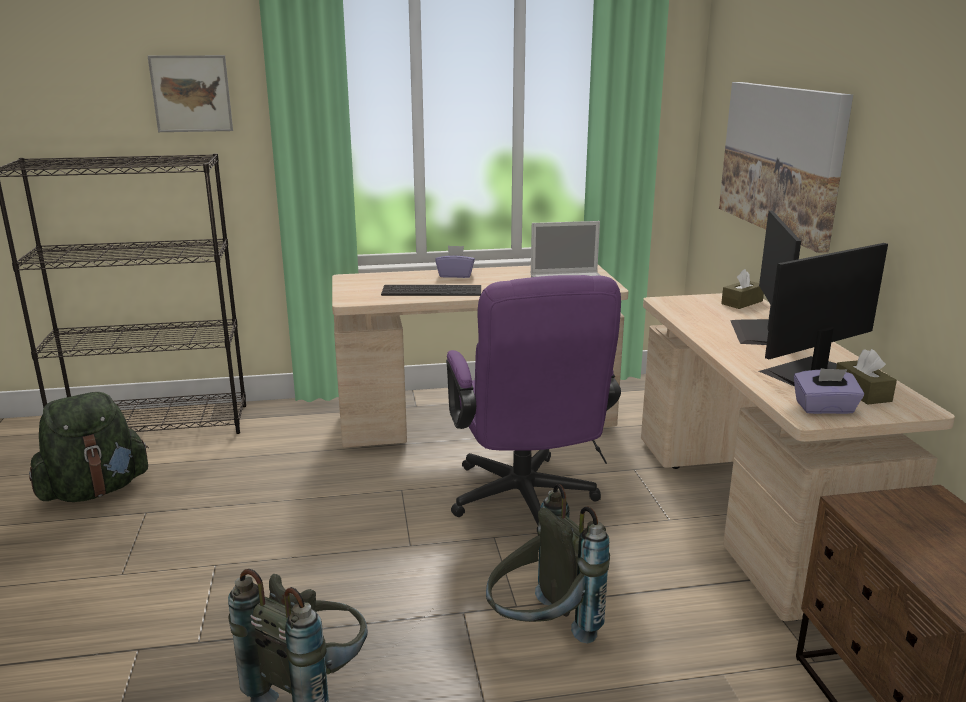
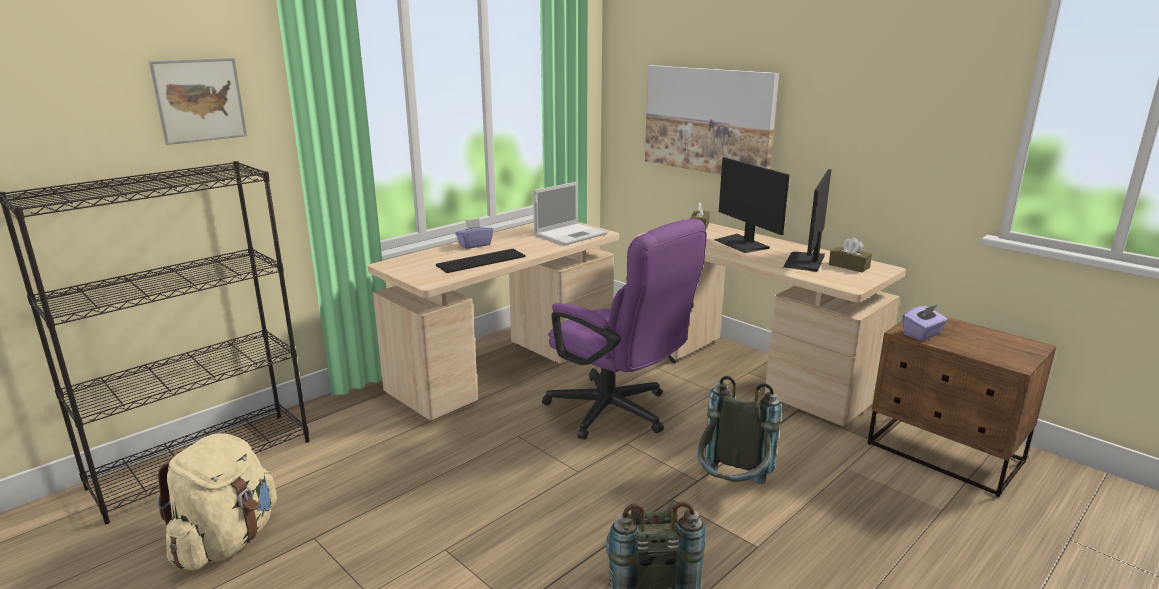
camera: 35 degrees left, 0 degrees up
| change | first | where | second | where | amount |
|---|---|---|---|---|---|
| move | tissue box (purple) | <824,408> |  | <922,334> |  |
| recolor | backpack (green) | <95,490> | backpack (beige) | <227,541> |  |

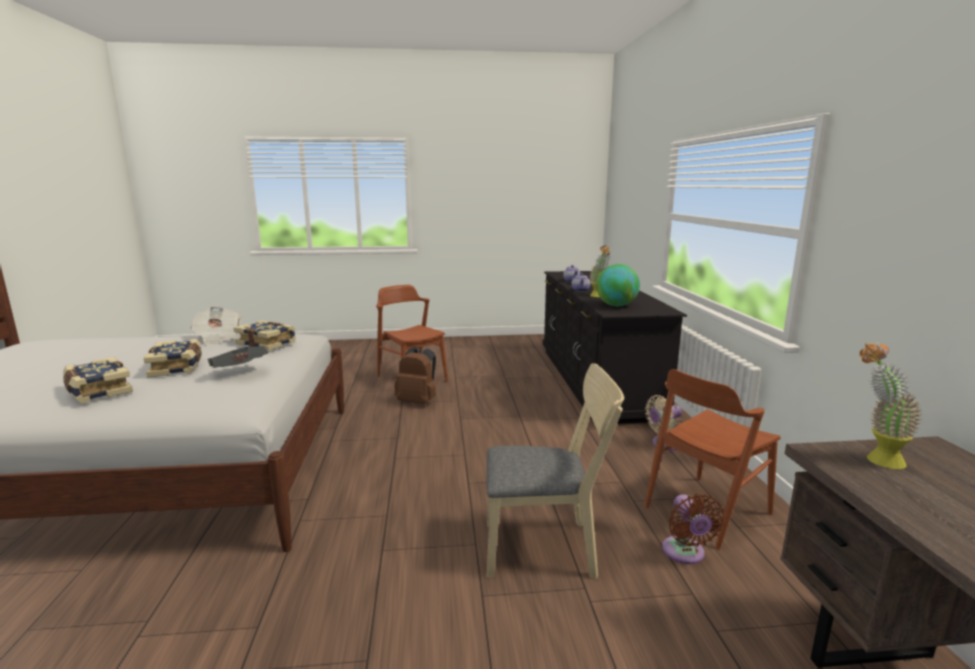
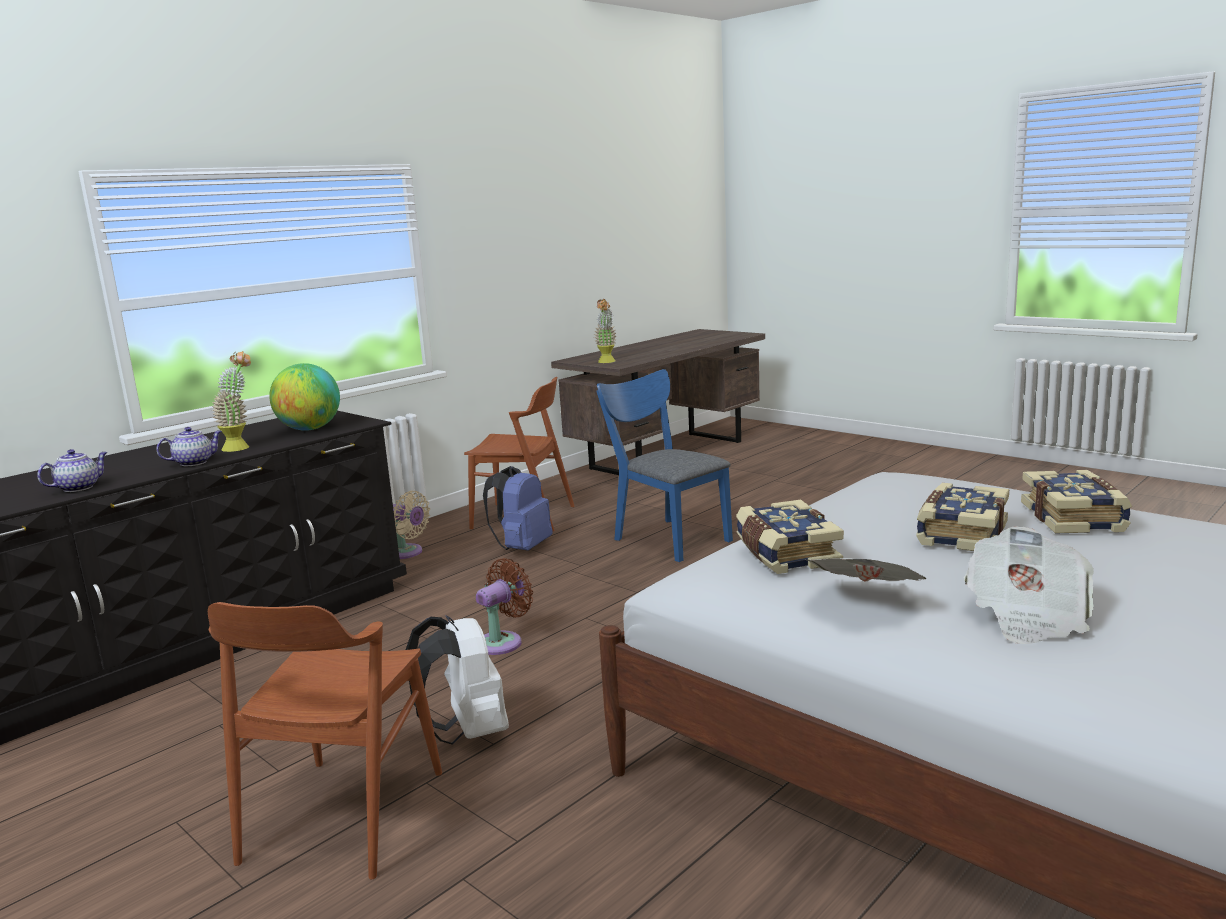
camera: 130 degrees left, 0 degrees up
| change | first | where | second | where | amount |
|---|---|---|---|---|---|
| insert |  |  | backpack (blue) | <522,548> |  |
| move | newspaper | <240,372> |  | <1027,617> |  |
| move | fan (brown) | <685,554> |  | <503,642> |  |
| recolor | backpack (brown) | <418,401> | backpack (white) | <467,732> |  |
| recolor | chair (beige) | <548,548> | chair (blue) | <666,537> |  |

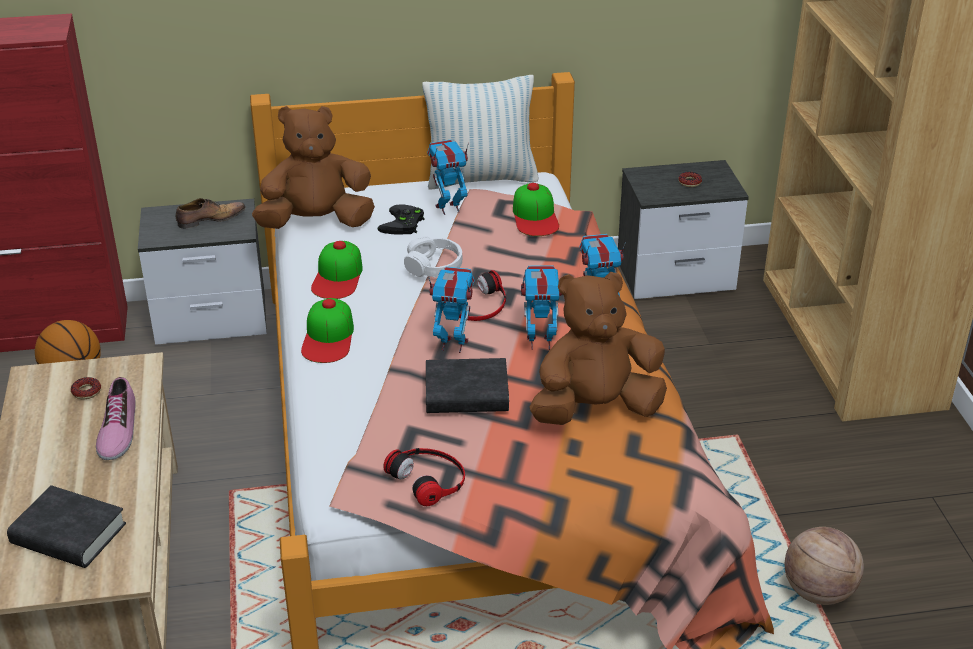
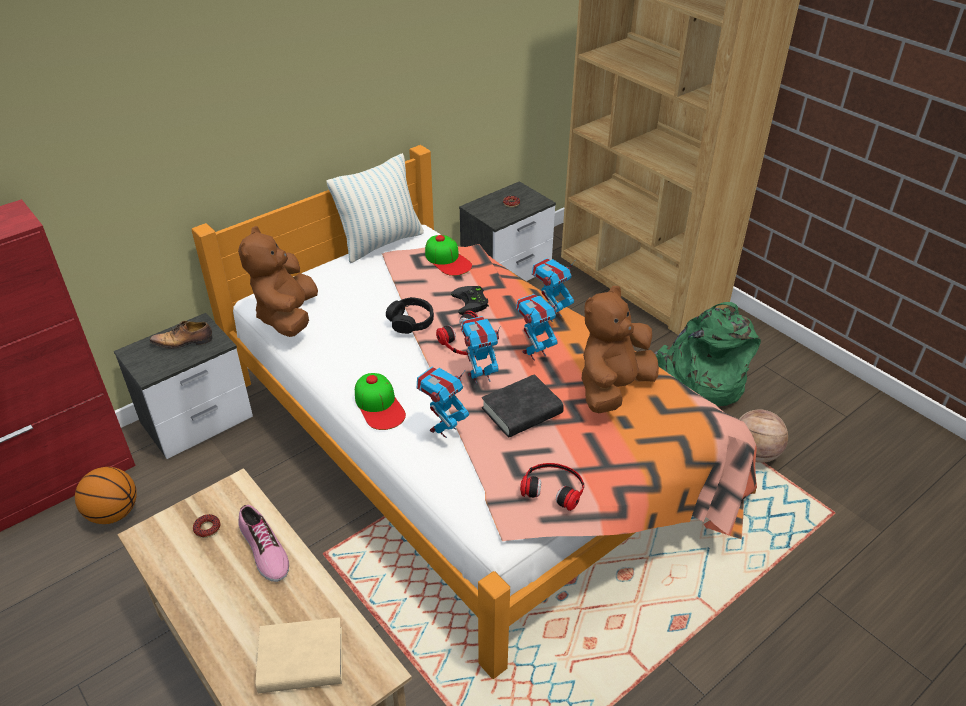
camera: 30 degrees left, 5 degrees up
| change | first | where | second | where | amount |
|---|---|---|---|---|---|
| delete | cap | <338,276> |  |  |  |
| insert |  |  | backpack (green) | <699,380> |  |
| move | game controller (black) | <403,224> |  | <472,303> |  |
| move | toy robot | <448,208> |  | <443,429> |  |
| recolor | book (black) | <68,534> | book (beige) | <301,660> |  |
| recolor | headphones (white) | <434,266> | headphones (black) | <411,321> |  |
| rotate | shoe | <210,220> |  | <184,342> | 135 degrees counterclockwise |
| rotate | plush toy (brown) | <316,223> |  | <287,316> | 45 degrees counterclockwise |

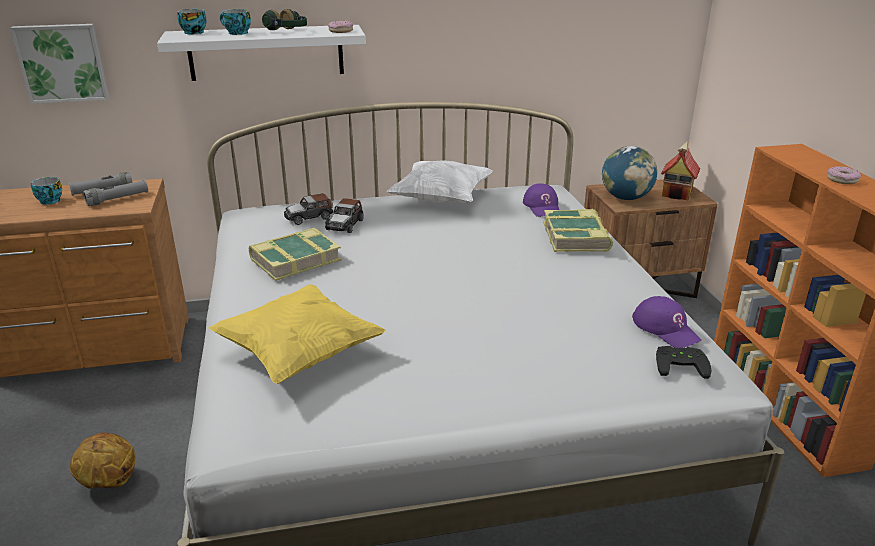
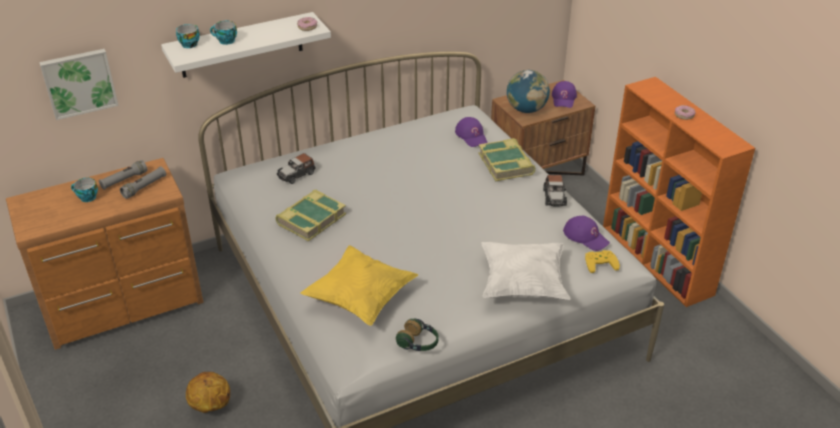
camera: 15 degrees left, 10 degrees up
| change | first | where | second | where | amount |
|---|---|---|---|---|---|
| move | headphones | <288,31> |  | <418,343> |  |
| move | toy car | <345,225> |  | <554,197> |  |
| move | pillow (white) | <441,199> |  | <522,284> |  |
| replace | toy house | <677,193> | cap (purple) | <564,98> |  |
| recolor | game controller (black) | <680,364> | game controller (yellow) | <600,262> |  |

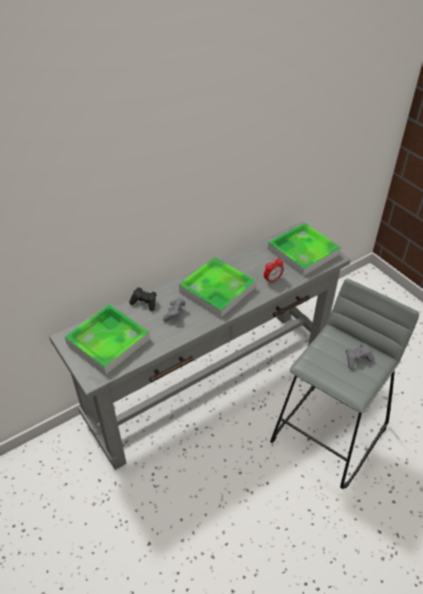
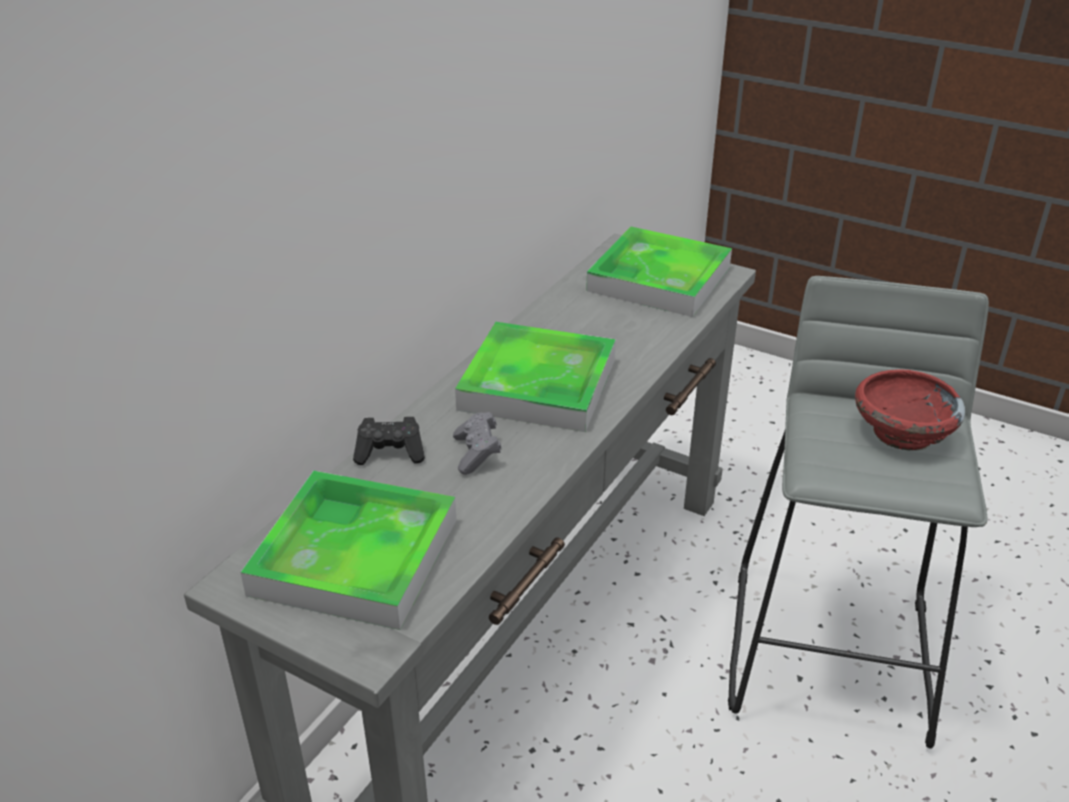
camera: 25 degrees left, 10 degrees down
| change | first | where | second | where | amount |
|---|---|---|---|---|---|
| delete | alarm clock | <272,280> |  |  |  |
| replace | game controller (grey) | <357,359> | bowl (red) | <901,433> |  |

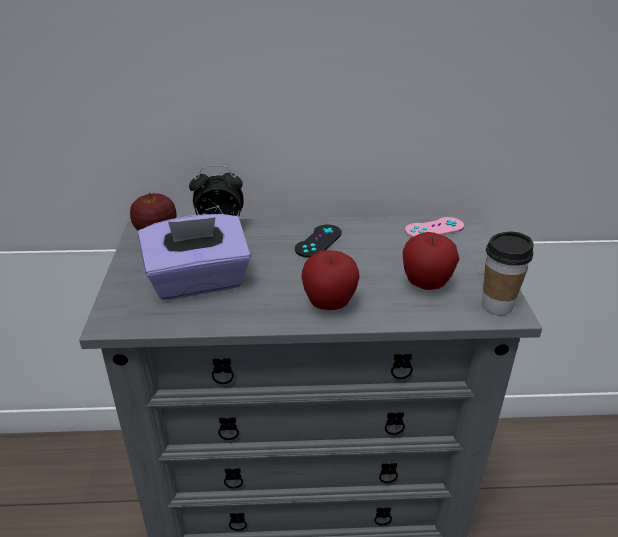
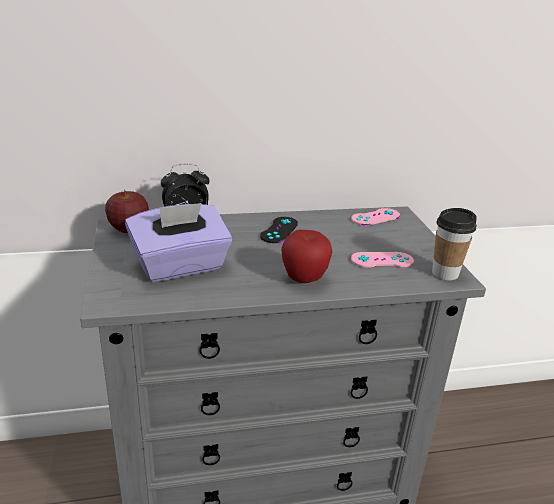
camera: 10 degrees left, 5 degrees down
| change | first | where | second | where | amount |
|---|---|---|---|---|---|
| replace | apple | <426,285> | game controller (pink) | <382,260> |  |

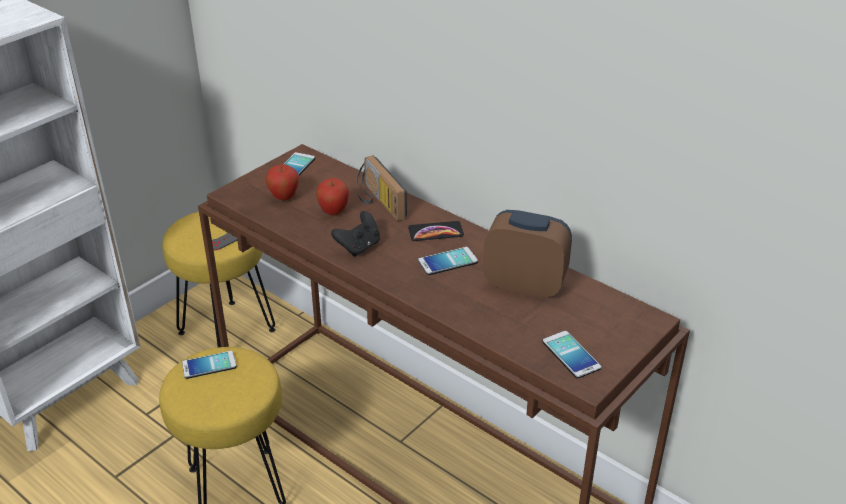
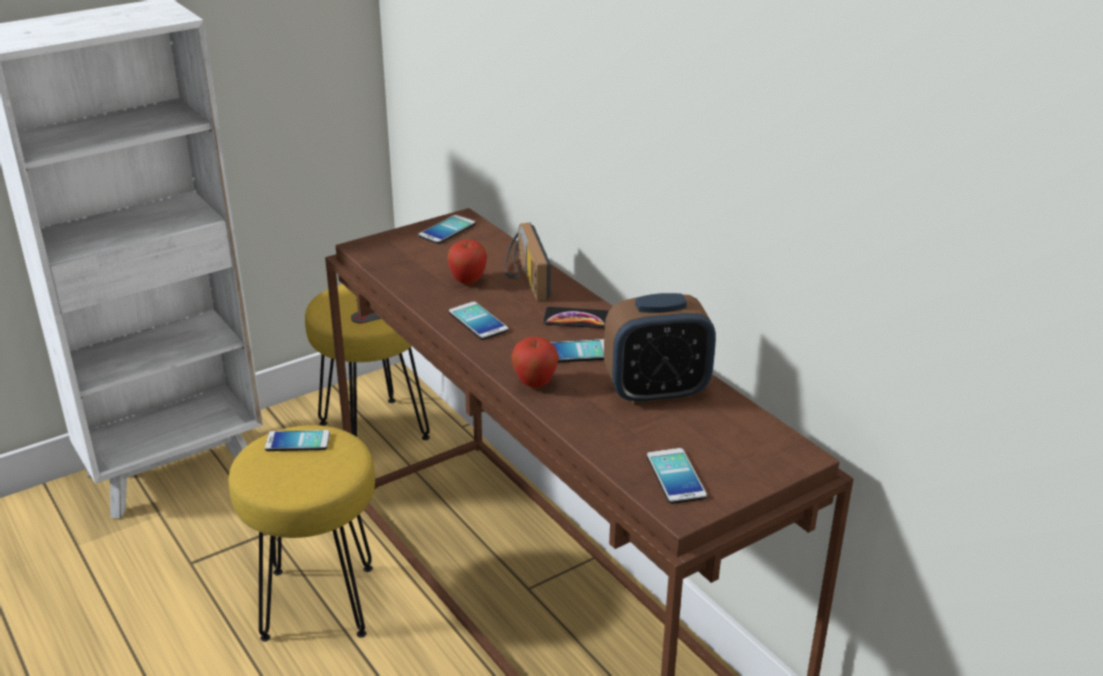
camera: 15 degrees right, 5 degrees down
| change | first | where | second | where | amount |
|---|---|---|---|---|---|
| move | apple | <284,198> |  | <535,384> |  |
| replace | game controller (black) | <359,247> | phone | <478,321> |  |
| rotate | alarm clock | <524,285> |  | <656,392> | 135 degrees clockwise |

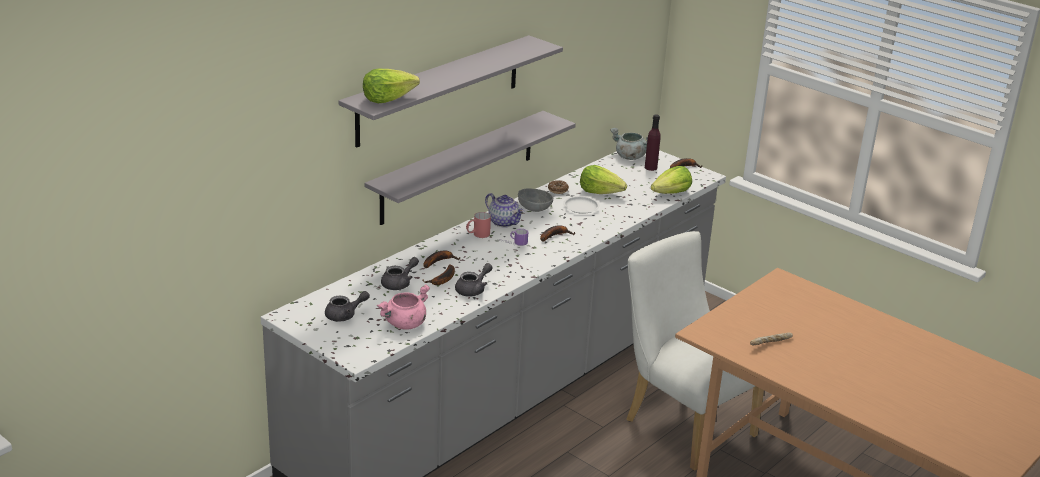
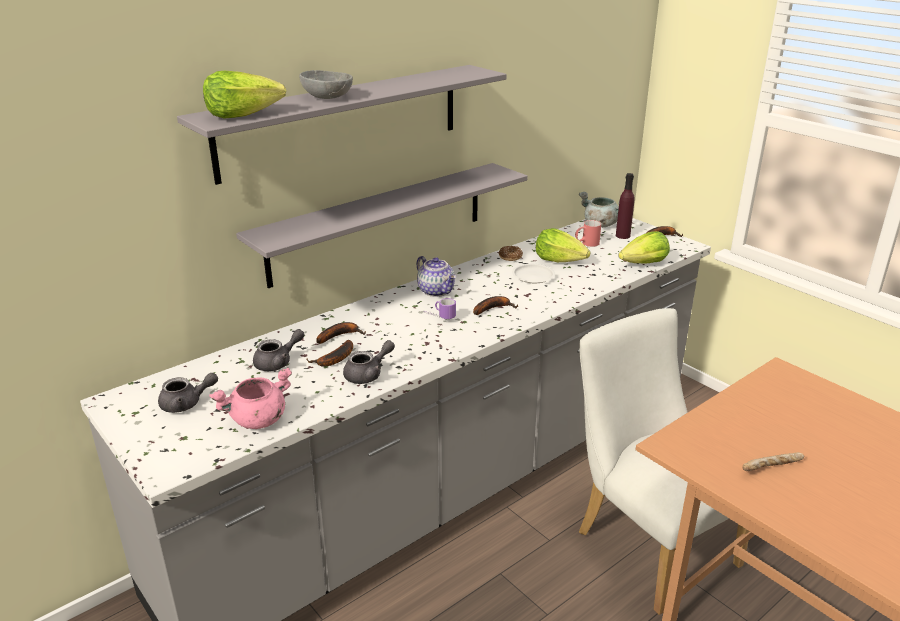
camera: 10 degrees right, 0 degrees up
| change | first | where | second | where | amount |
|---|---|---|---|---|---|
| move | mug (red) | <477,235> |  | <586,244> |  |
| move | bowl (grey) | <534,208> |  | <328,97> |  |

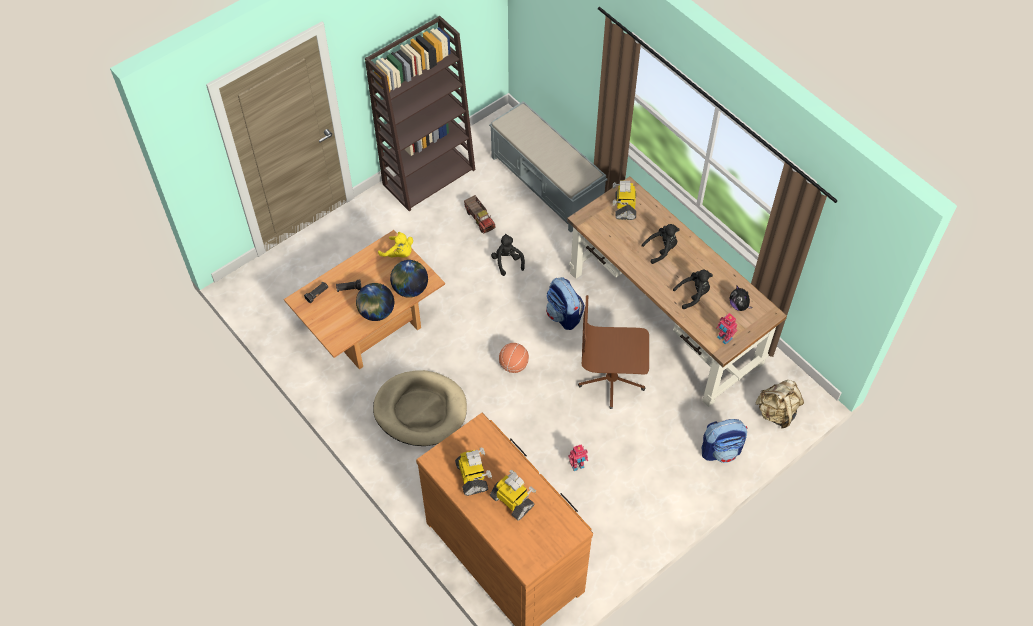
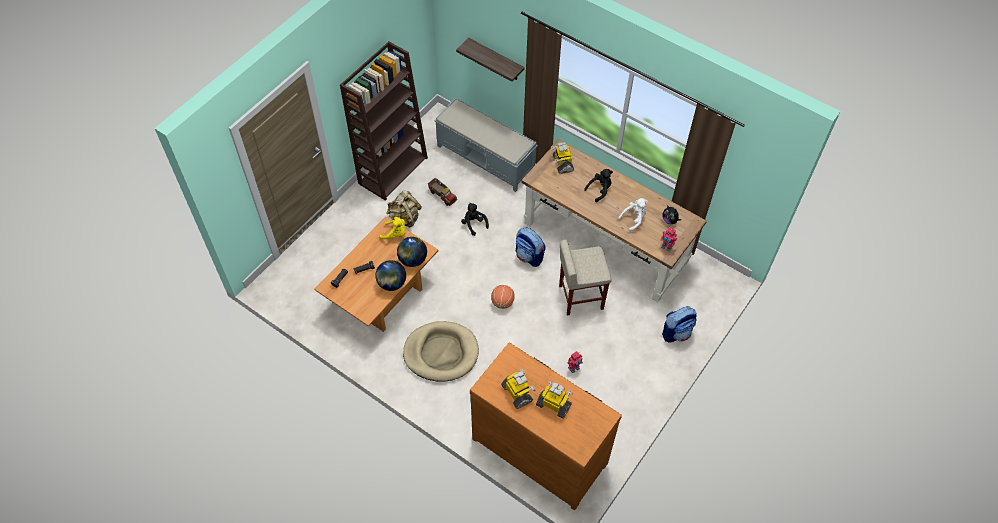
camera: 15 degrees left, 0 degrees up
| change | first | where | second | where | amount |
|---|---|---|---|---|---|
| insert |  |  | shelf | <496,60> |  |
| move | backpack (beige) | <776,412> |  | <404,218> |  |
| replace | office chair (brown) | <612,379> | stool (beige) | <580,297> |  |
| recolor | plush toy (black) | <693,294> | plush toy (white) | <634,219> |  |

